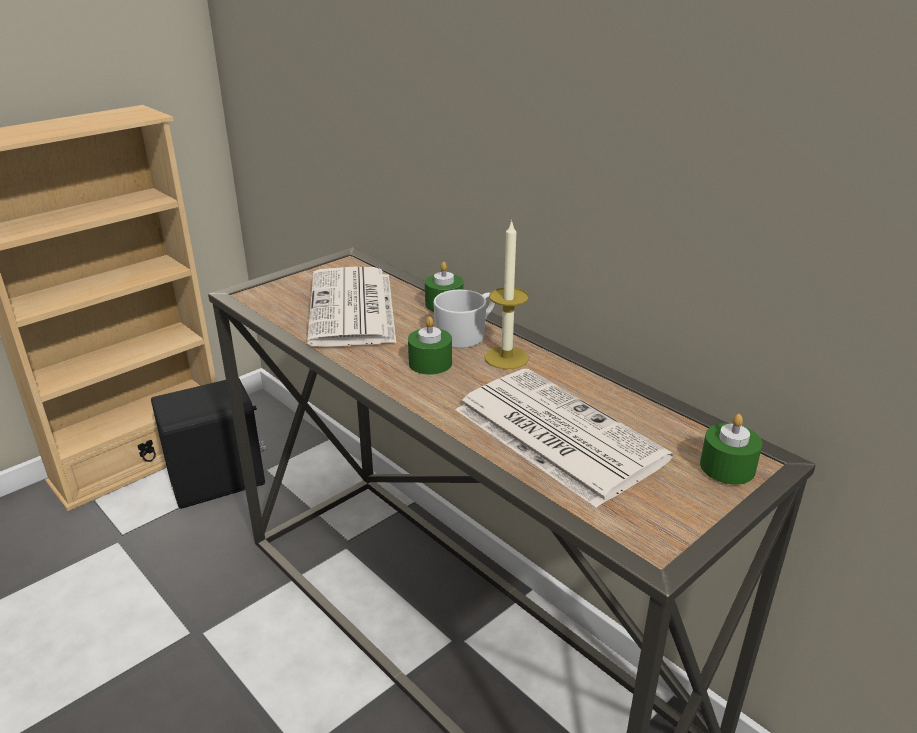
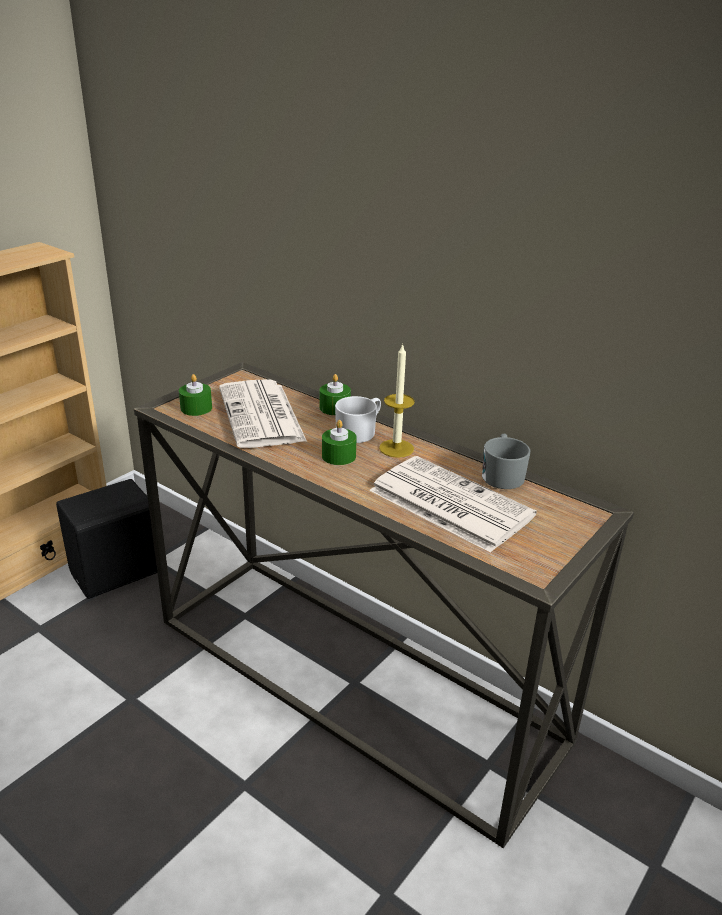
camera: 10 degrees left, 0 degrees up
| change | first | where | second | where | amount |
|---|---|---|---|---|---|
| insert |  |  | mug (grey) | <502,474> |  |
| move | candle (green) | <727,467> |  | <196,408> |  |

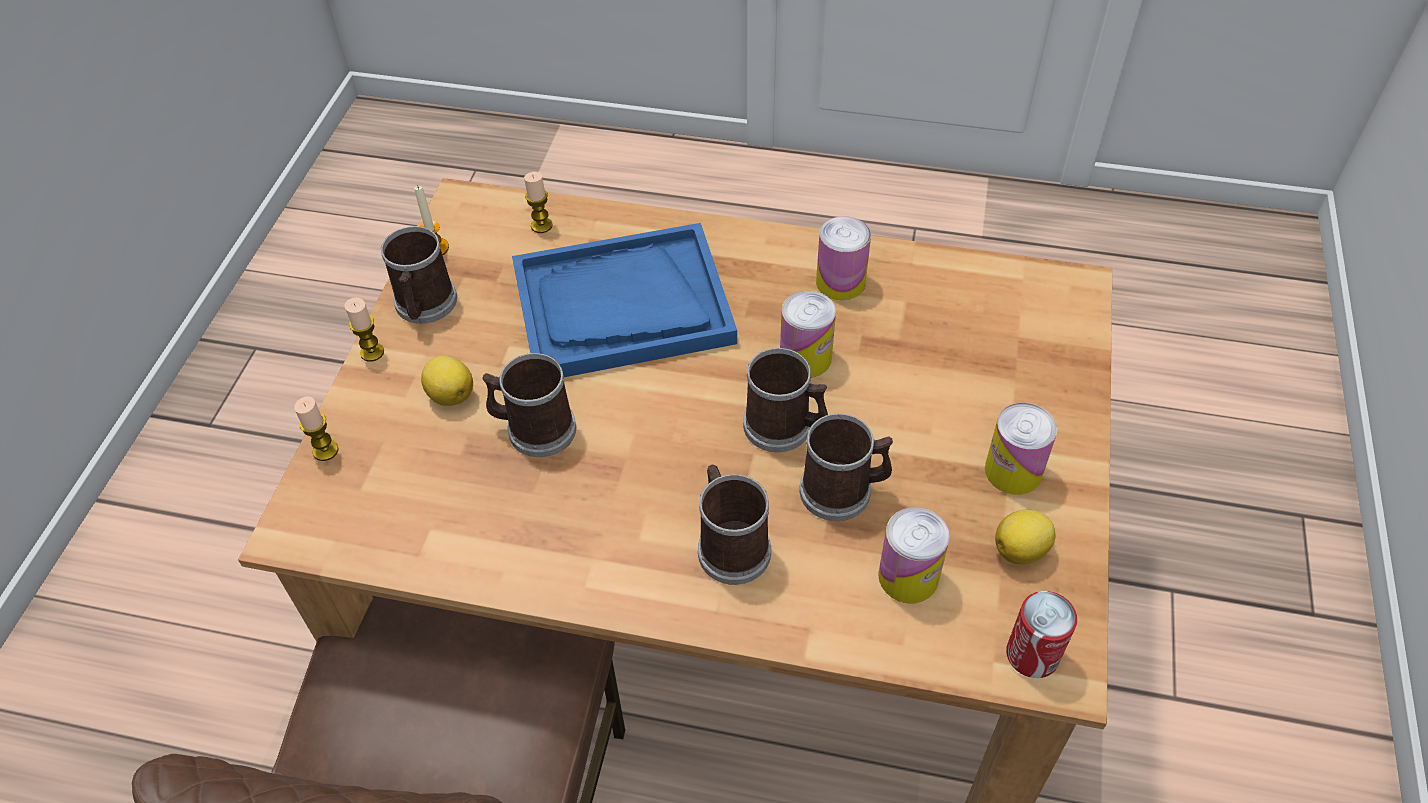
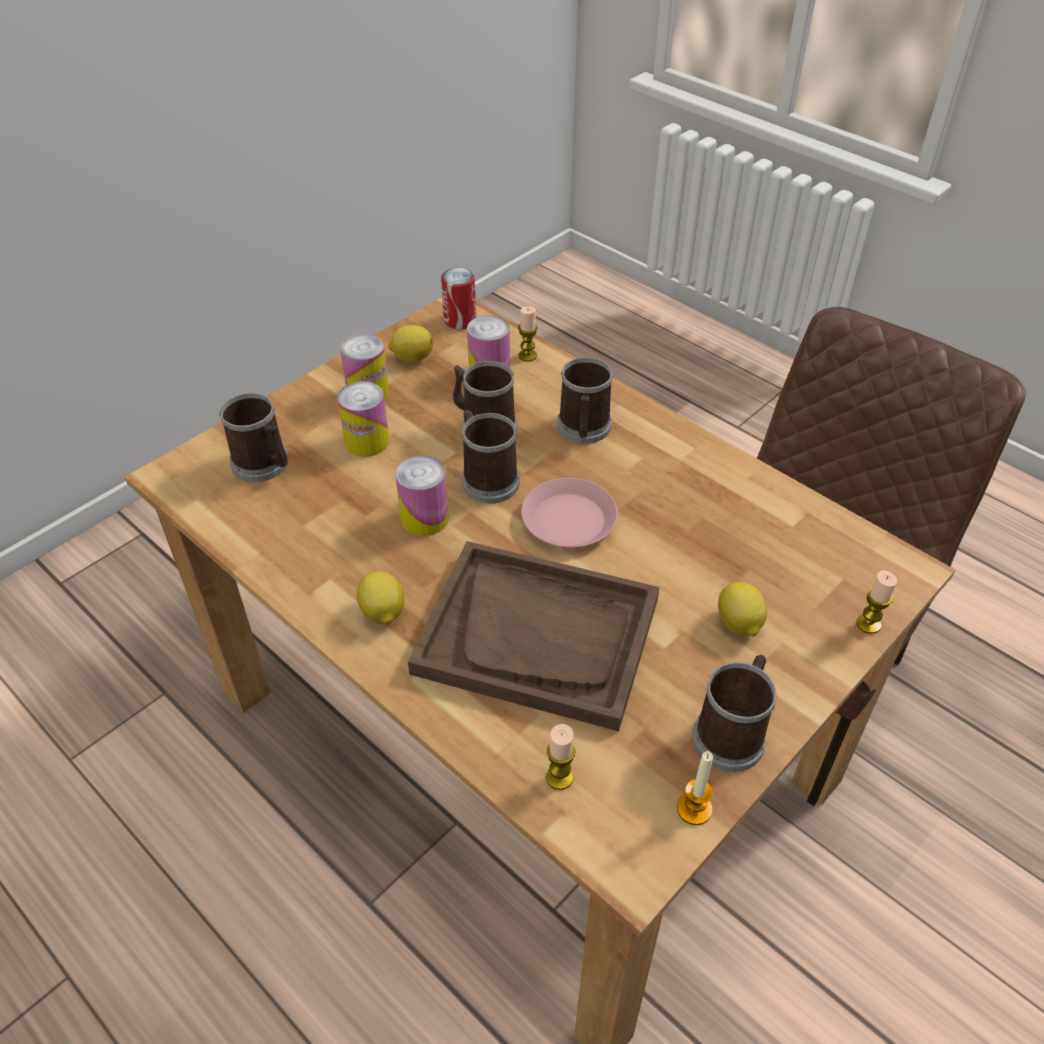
camera: 150 degrees left, 5 degrees down
| change | first | where | second | where | amount |
|---|---|---|---|---|---|
| insert |  |  | lemon | <382,613> |  |
| insert |  |  | plate (pink) | <568,519> |  |
| move | candle | <372,352> |  | <527,356> |  |
| move | mug | <534,429> |  | <264,465> |  |
| move | can | <840,282> |  | <367,441> |  |
| recolor | tray (blue) | <622,306> | tray (brown) | <538,636> |  |

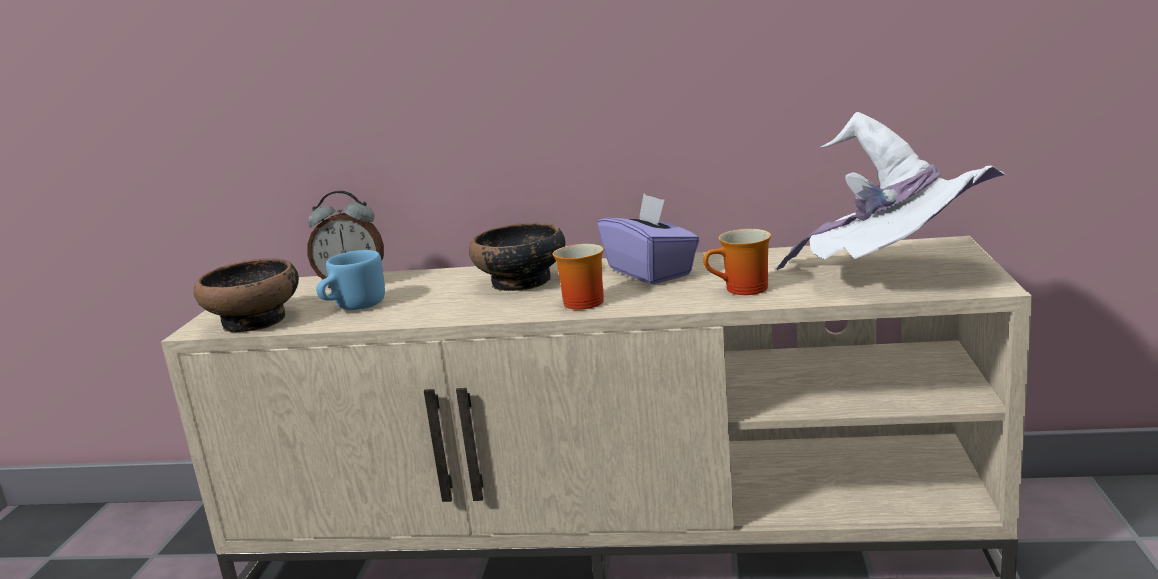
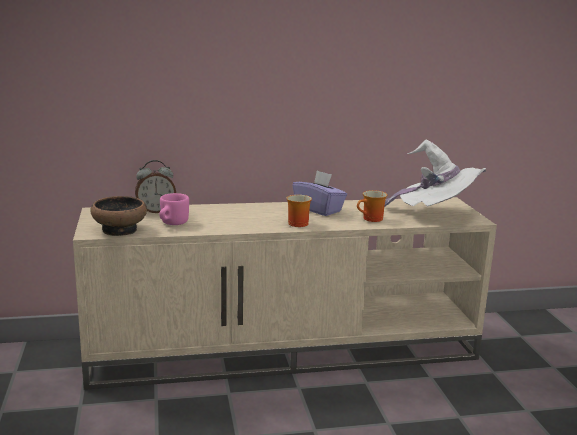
camera: 20 degrees left, 0 degrees up
| change | first | where | second | where | amount |
|---|---|---|---|---|---|
| delete | bowl | <521,282> |  |  |  |
| recolor | mug (blue) | <353,307> | mug (pink) | <171,224> |  |

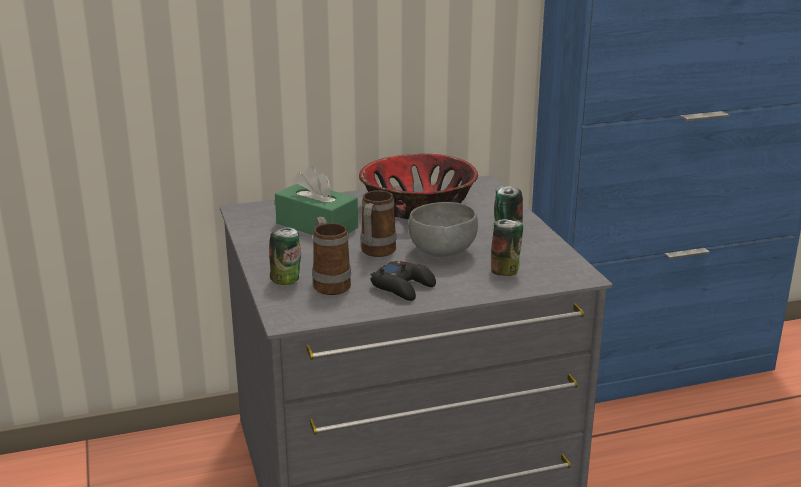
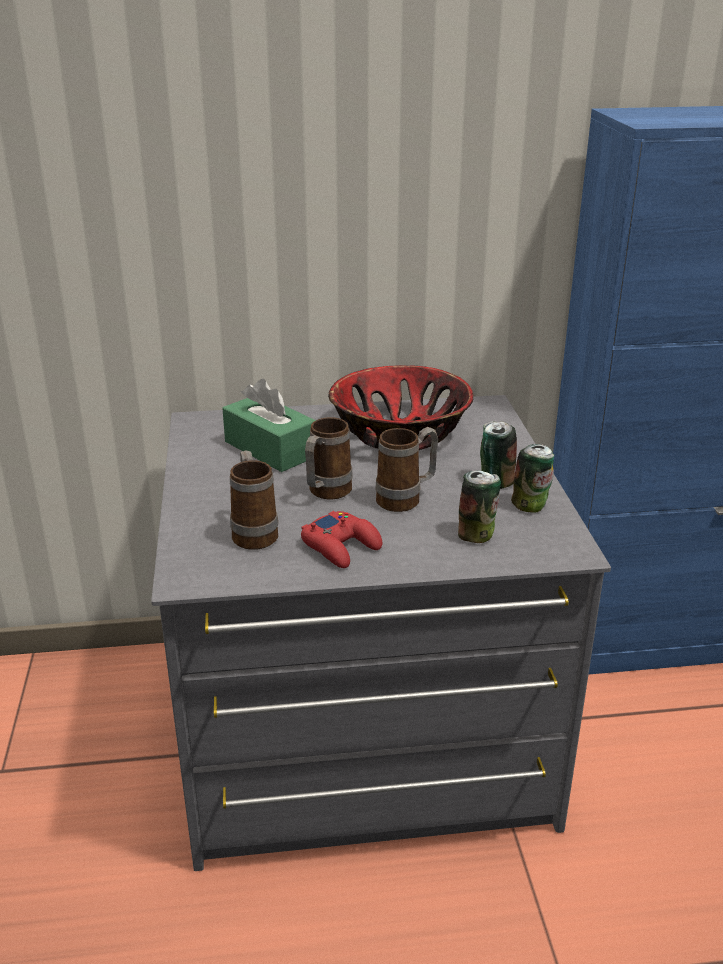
camera: 10 degrees right, 5 degrees up
| change | first | where | second | where | amount |
|---|---|---|---|---|---|
| move | can | <287,280> |  | <531,506> |  |
| replace | bowl (grey) | <441,252> | mug | <406,499> |  |
| recolor | game controller (black) | <403,287> | game controller (red) | <341,546> |  |

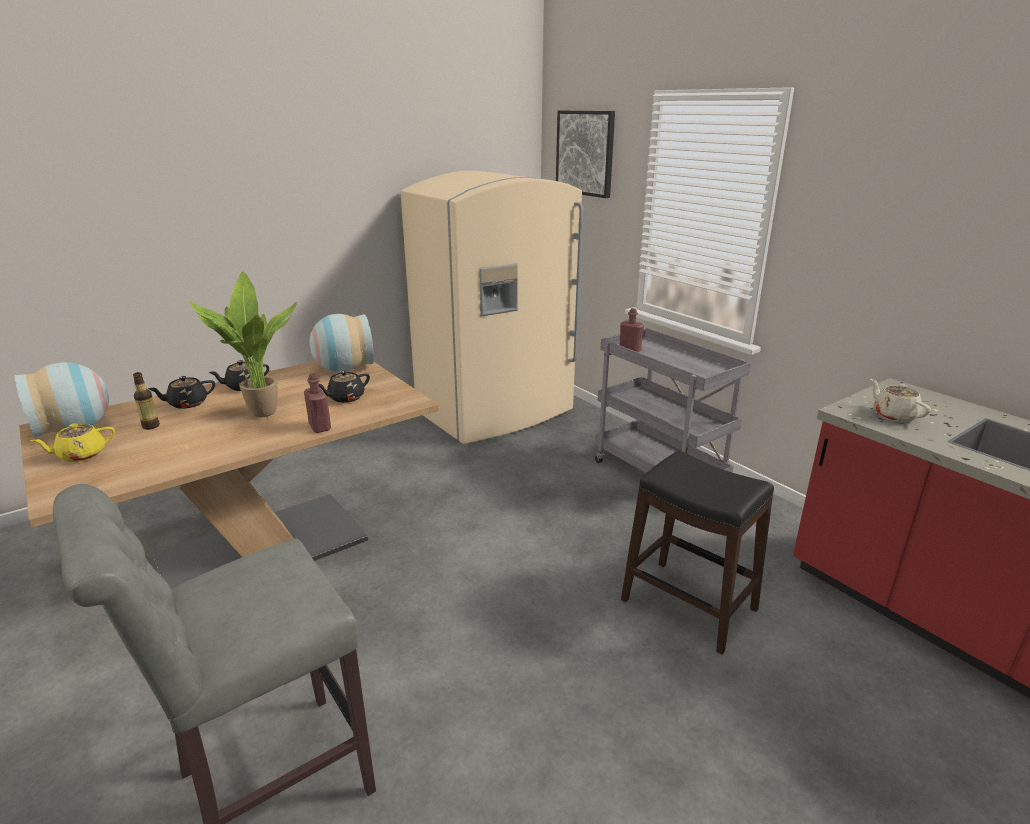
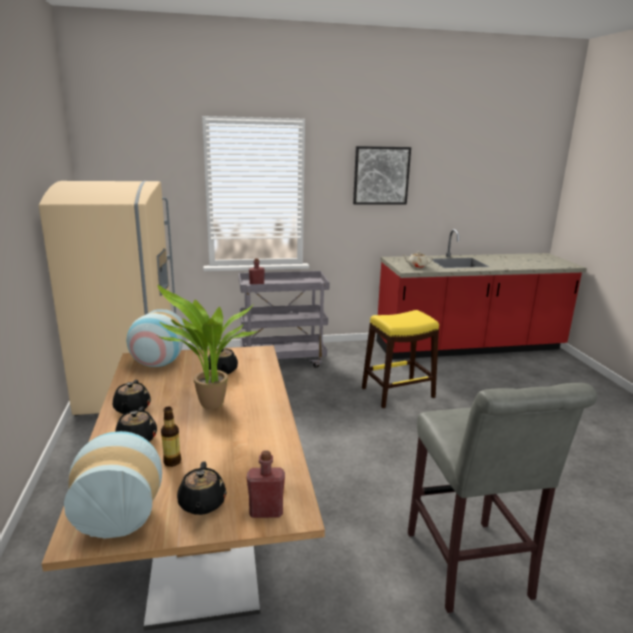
camera: 65 degrees left, 5 degrees down
| change | first | where | second | where | amount |
|---|---|---|---|---|---|
| move | bottle (red) | <320,427> |  | <266,511> |  |
| move | picture | <585,153> |  | <381,175> |  |
| recolor | teapot (yellow) | <81,455> | teapot (black) | <202,504> |  |
| recolor | stool (black) | <688,605> | stool (yellow) | <398,393> |  |

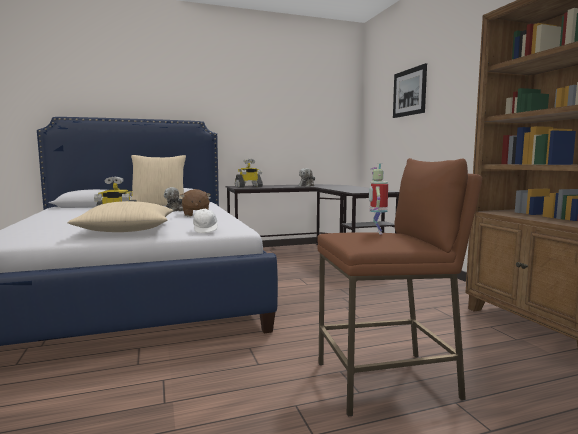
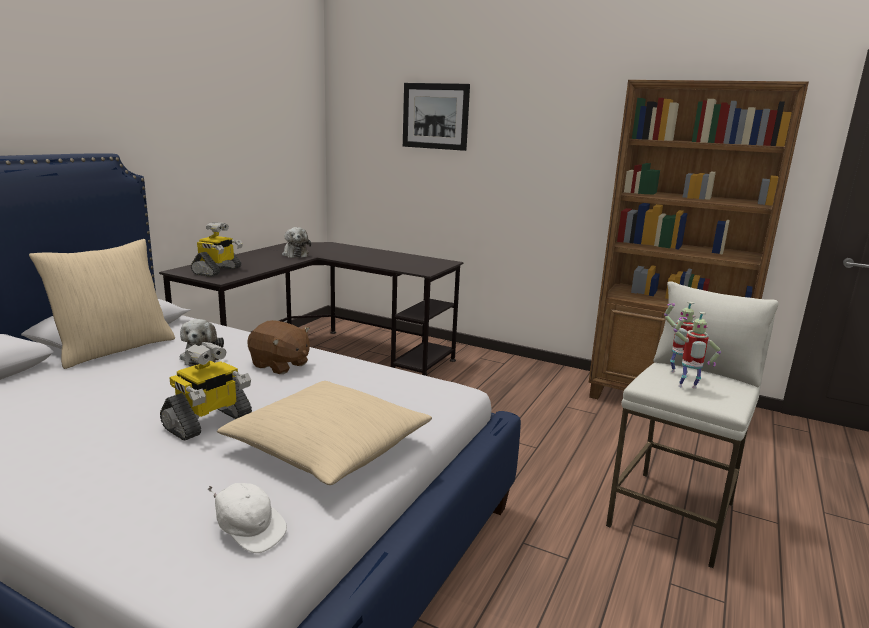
camera: 45 degrees left, 10 degrees up
| change | first | where | second | where | amount |
|---|---|---|---|---|---|
| insert |  |  | toy robot | <687,388> |  |
| move | cap (white) | <205,230> |  | <249,531> |  |
| recolor | stool (brown) | <387,381> | stool (white) | <673,514> |  |

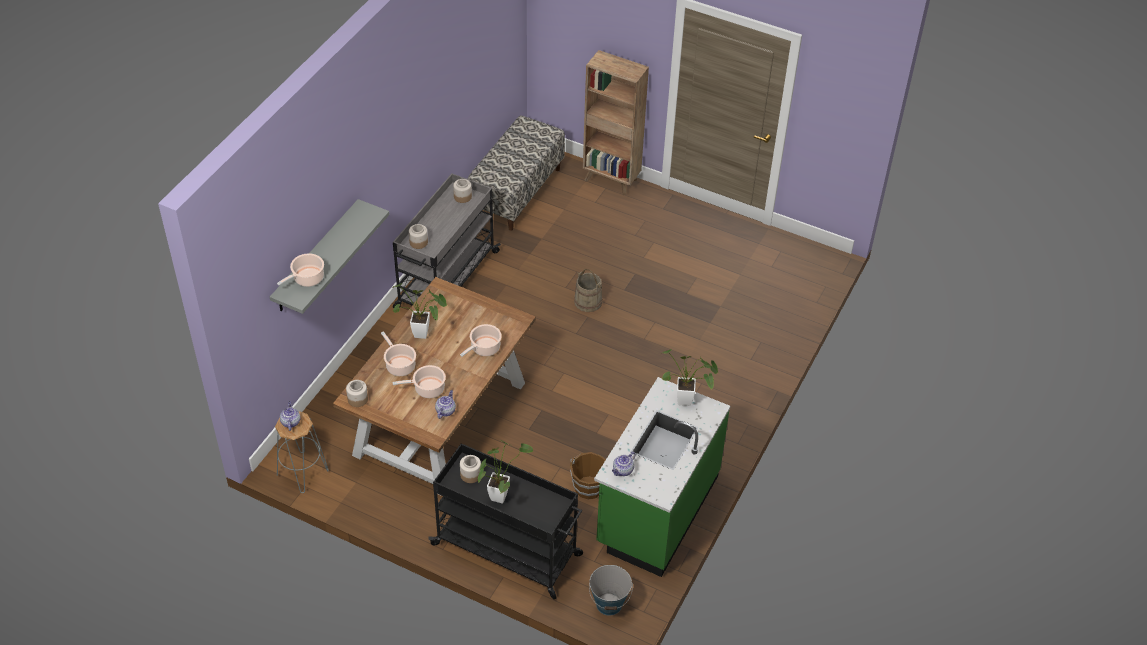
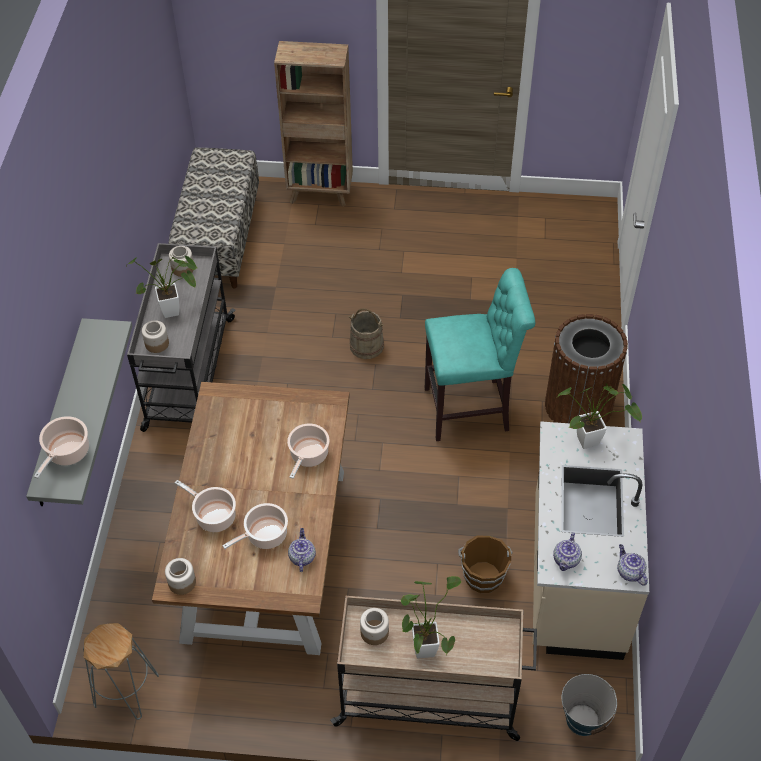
camera: 20 degrees left, 5 degrees up
| change | first | where | second | where | amount |
|---|---|---|---|---|---|
| insert |  |  | stool (turquoise) | <471,409> |  |
| insert |  |  | trash can (brown) | <578,406> |  |
| move | teapot | <290,422> |  | <629,572> |  |
| move | potted plant | <425,334> |  | <175,311> |  |
| recolor | cart (black) | <508,550> | cart (beige) | <430,696> |  |
| recolor | counter (green) | <656,510> | counter (beige) | <574,577> |  |

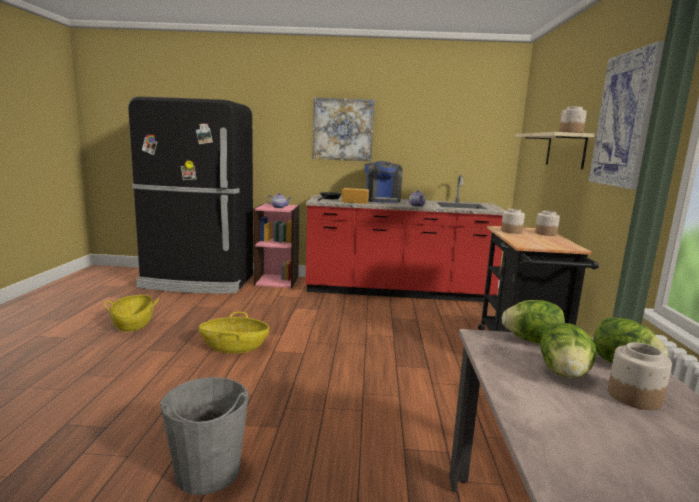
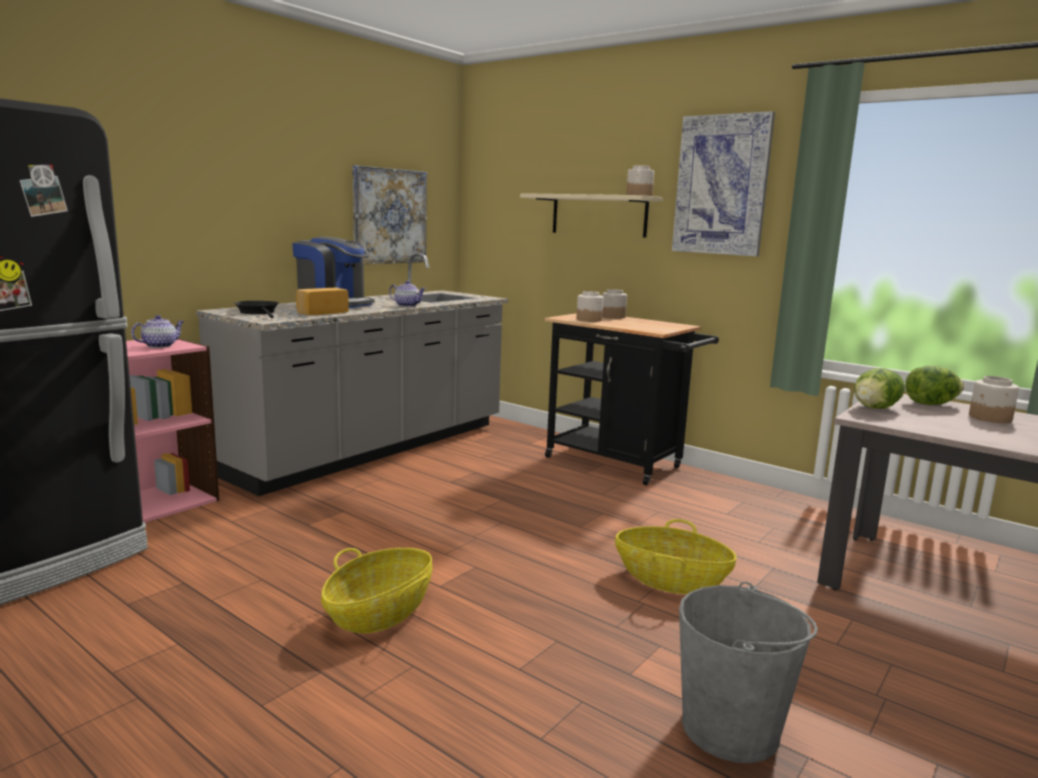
camera: 55 degrees left, 0 degrees up
| change | first | where | second | where | amount |
|---|---|---|---|---|---|
| delete | lettuce | <564,374> |  |  |  |
| move | basket | <133,323> |  | <671,580> |  |
| move | picture | <343,130> |  | <389,216> |  |
| recolor | counter (red) | <398,291> | counter (grey) | <373,448> |  |

